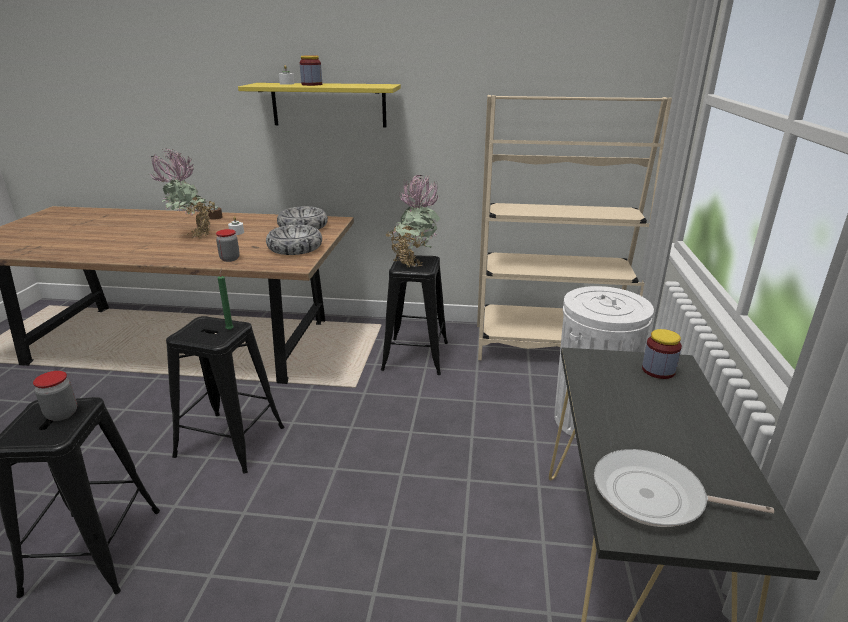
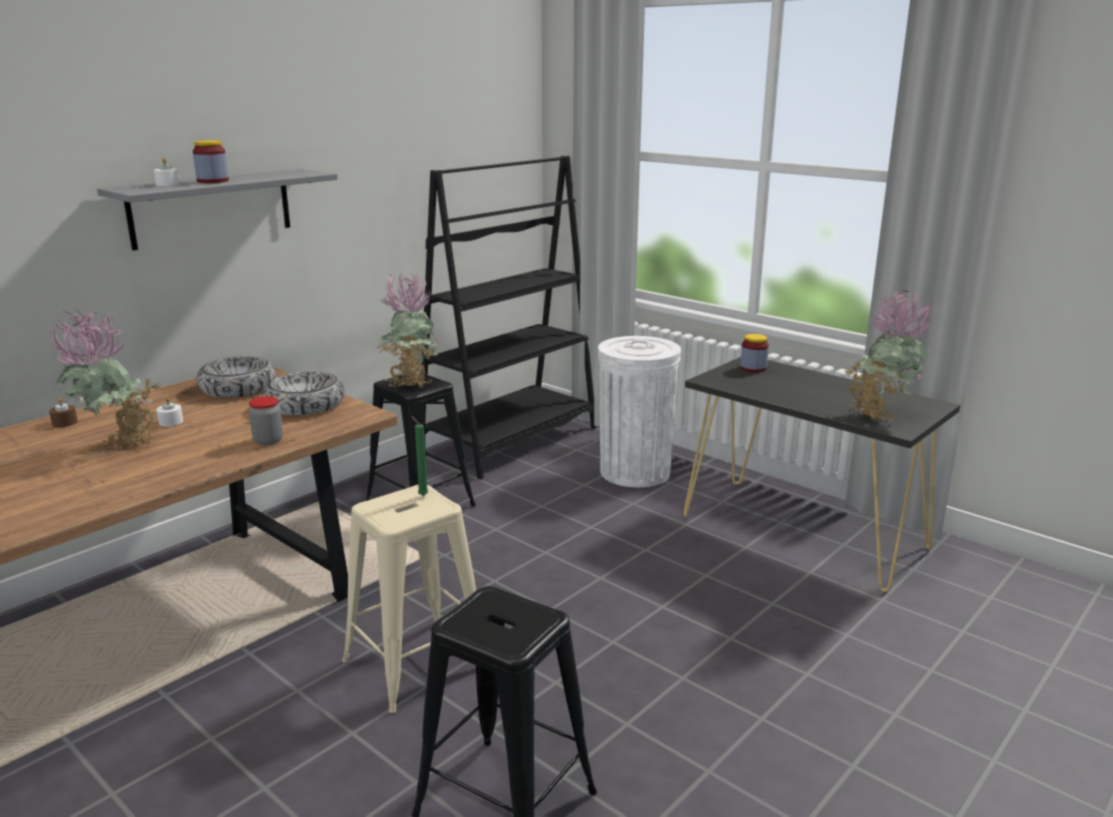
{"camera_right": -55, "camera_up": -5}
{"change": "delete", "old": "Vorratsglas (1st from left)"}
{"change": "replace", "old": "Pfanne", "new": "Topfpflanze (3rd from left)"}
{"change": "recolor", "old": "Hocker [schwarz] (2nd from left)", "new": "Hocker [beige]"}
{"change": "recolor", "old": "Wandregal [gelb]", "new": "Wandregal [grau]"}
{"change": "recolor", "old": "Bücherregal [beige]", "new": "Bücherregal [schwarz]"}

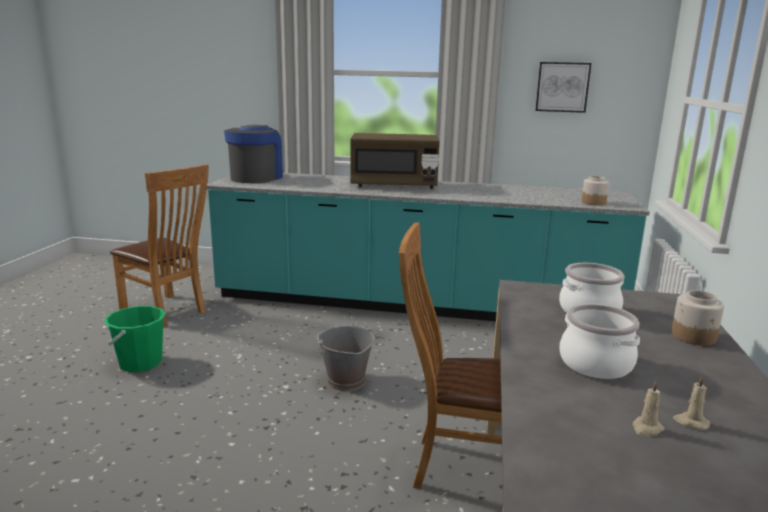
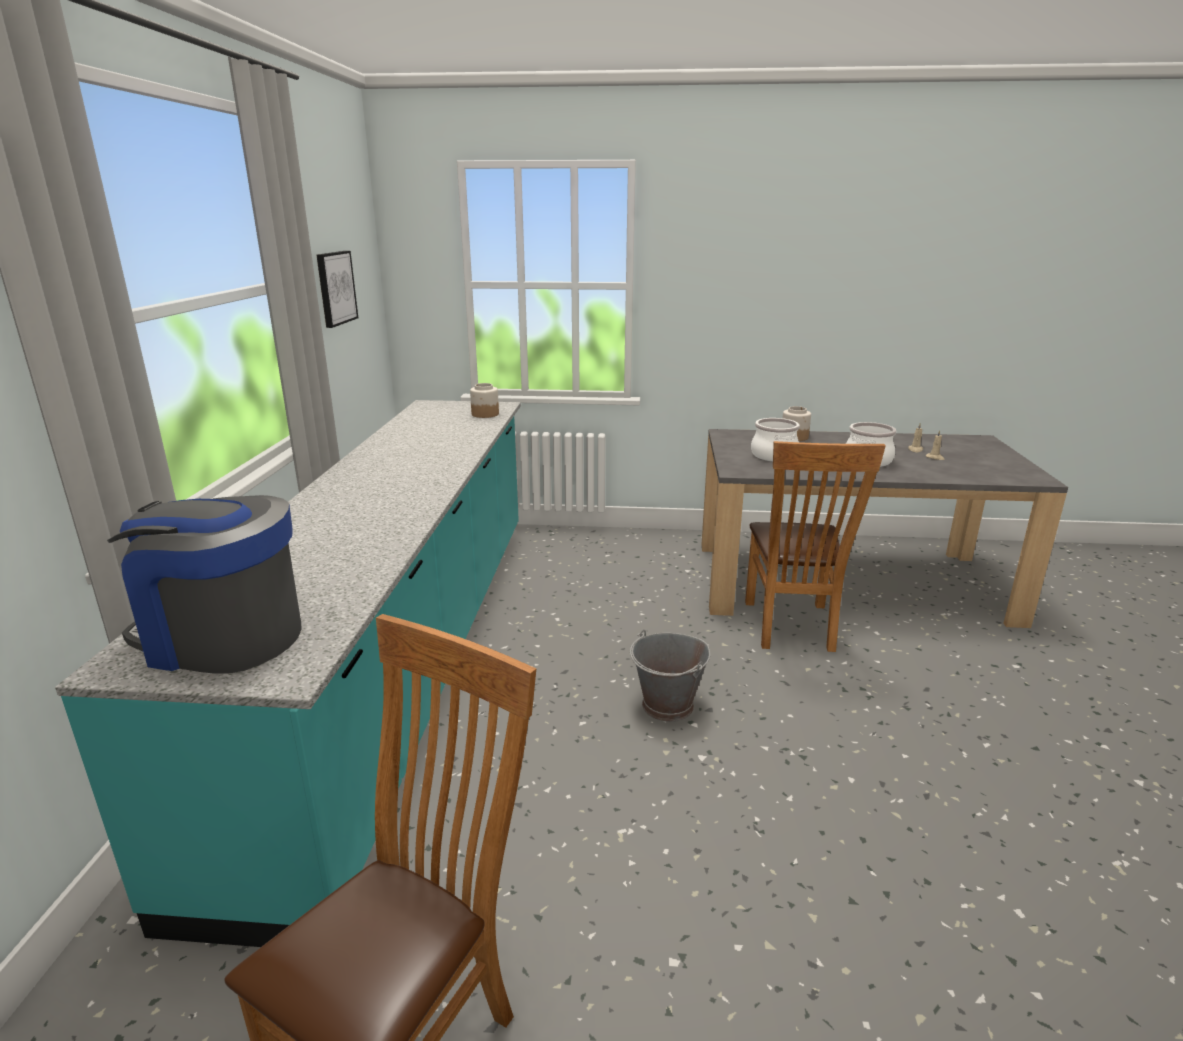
{"camera_right": -95, "camera_up": 5}
{"change": "delete", "old": "Eimer [grün]"}
{"change": "delete", "old": "Mikrowelle [braun]"}

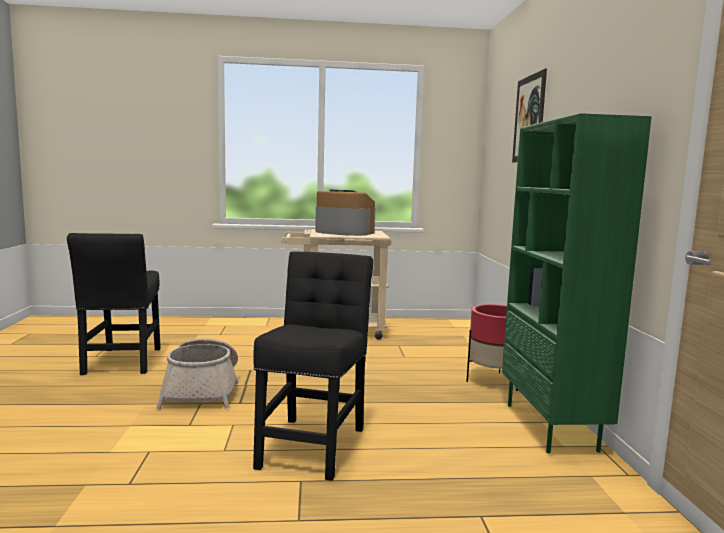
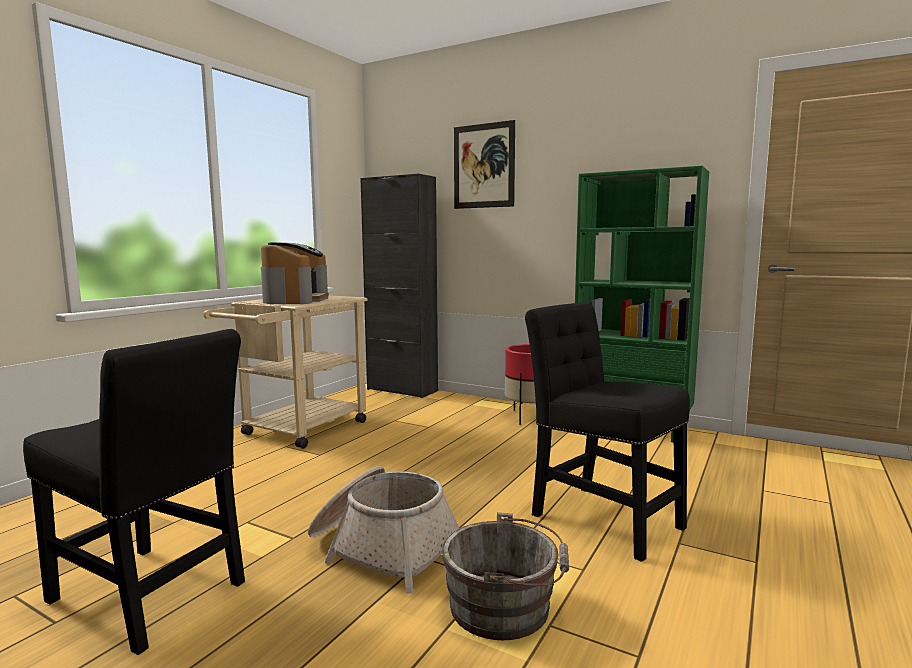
{"camera_right": -55, "camera_up": 0}
{"change": "insert", "new": "Schrank [schwarz]"}
{"change": "insert", "new": "Eimer [grau]"}
{"change": "rotate", "old": "Kaffeemaschine", "degrees": 120}

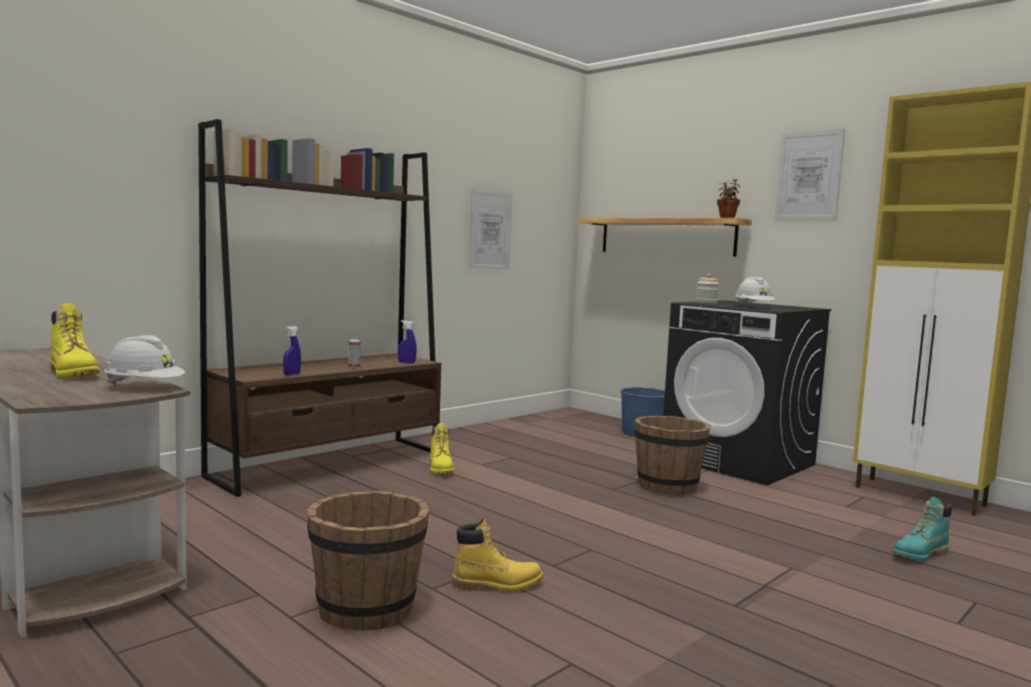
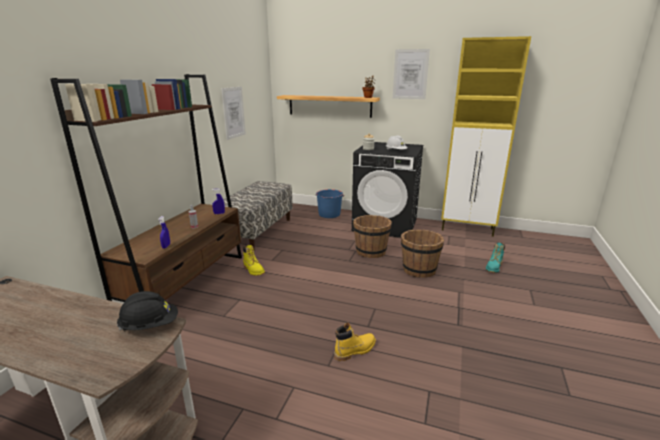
{"camera_right": -25, "camera_up": 15}
{"change": "delete", "old": "Stiefel [gelb] (1st from left)"}
{"change": "insert", "new": "Bank"}
{"change": "move", "old": "Eimer [braun] (1st from left in the first image)", "new": "Eimer [braun] (2nd from left)"}
{"change": "recolor", "old": "Schutzhelm [weiß] (1st from left)", "new": "Schutzhelm [schwarz]"}

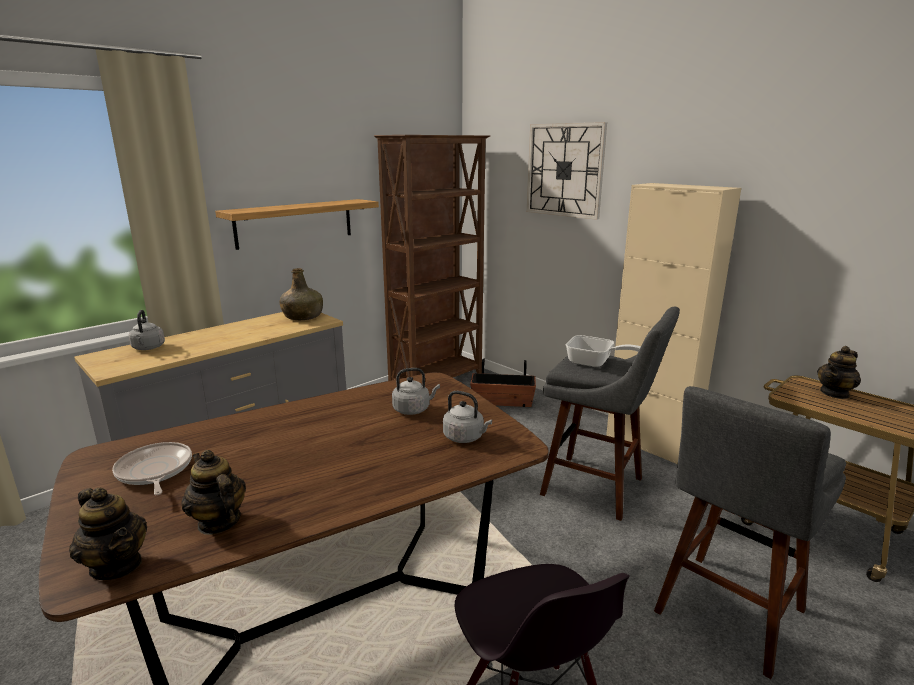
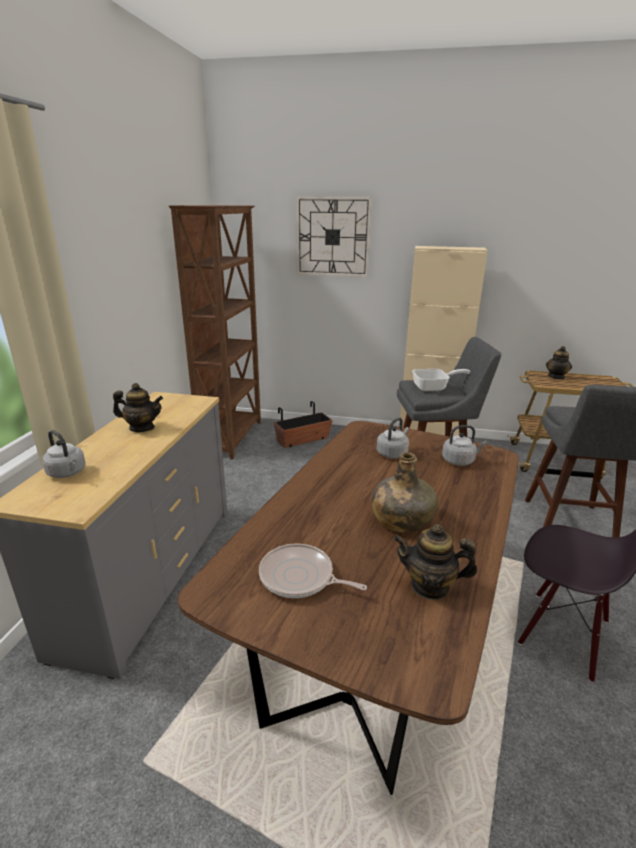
{"camera_right": -35, "camera_up": 5}
{"change": "delete", "old": "Wandregal"}
{"change": "move", "old": "Teekanne (1st from left)"}
{"change": "move", "old": "Flasche [grün]"}

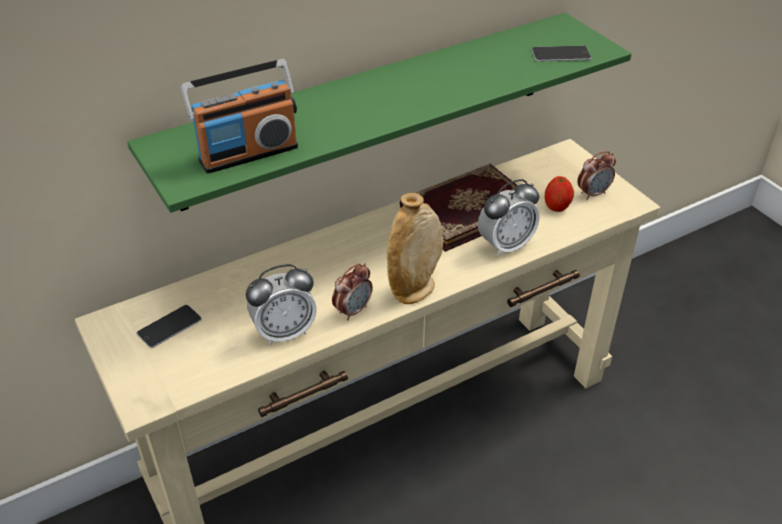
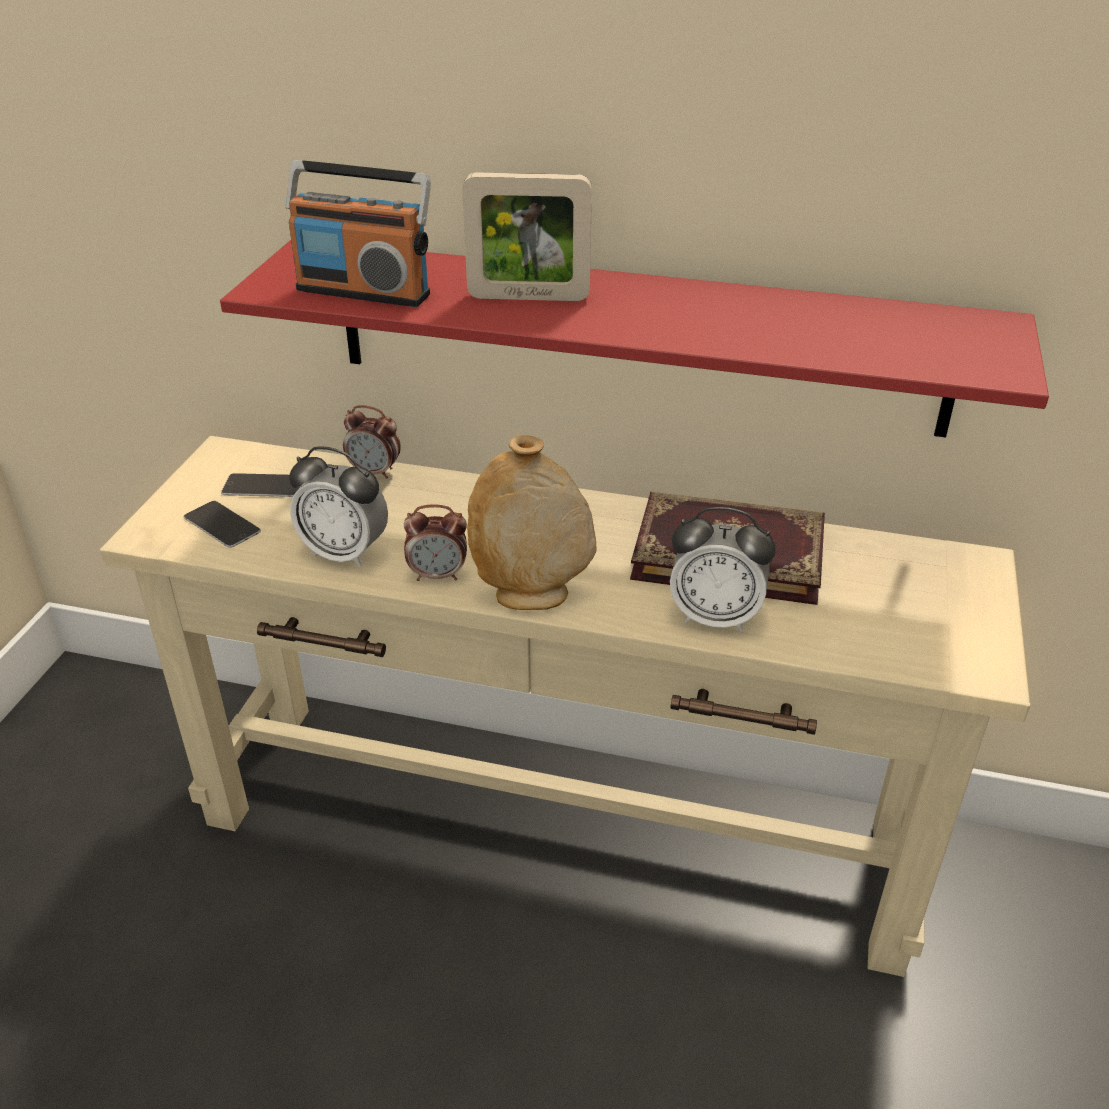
{"camera_right": 45, "camera_up": -5}
{"change": "delete", "old": "Apfel"}
{"change": "insert", "new": "Bilderrahmen"}
{"change": "move", "old": "Handy (2nd from left in the first image)", "new": "Handy (1st from left)"}
{"change": "move", "old": "Wecker (4th from left in the first image)", "new": "Wecker (2nd from left)"}
{"change": "recolor", "old": "Wandregal [grün]", "new": "Wandregal [rot]"}

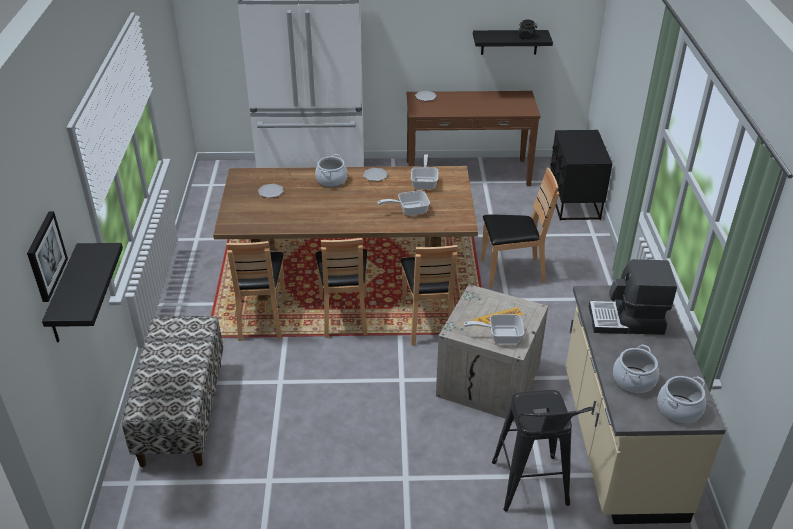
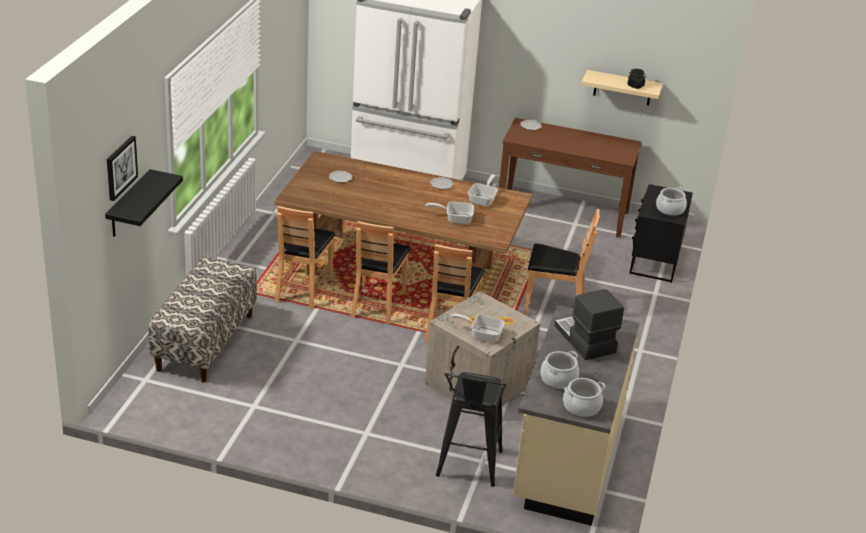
{"camera_right": 15, "camera_up": -5}
{"change": "move", "old": "Kochtopf (1st from left in the first image)", "new": "Kochtopf (3rd from left)"}
{"change": "recolor", "old": "Wandregal [schwarz] (2nd from left)", "new": "Wandregal [beige]"}
{"change": "rotate", "old": "Kaffeemaschine", "degrees": 45}

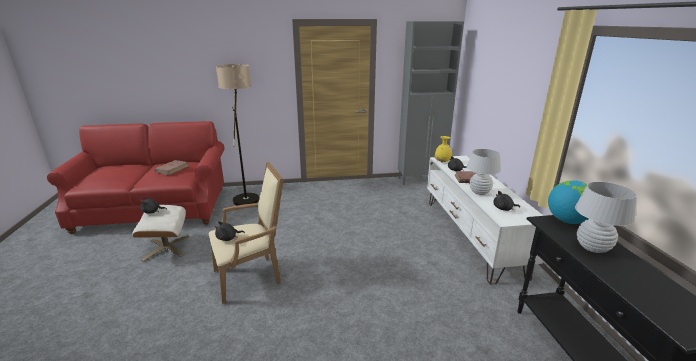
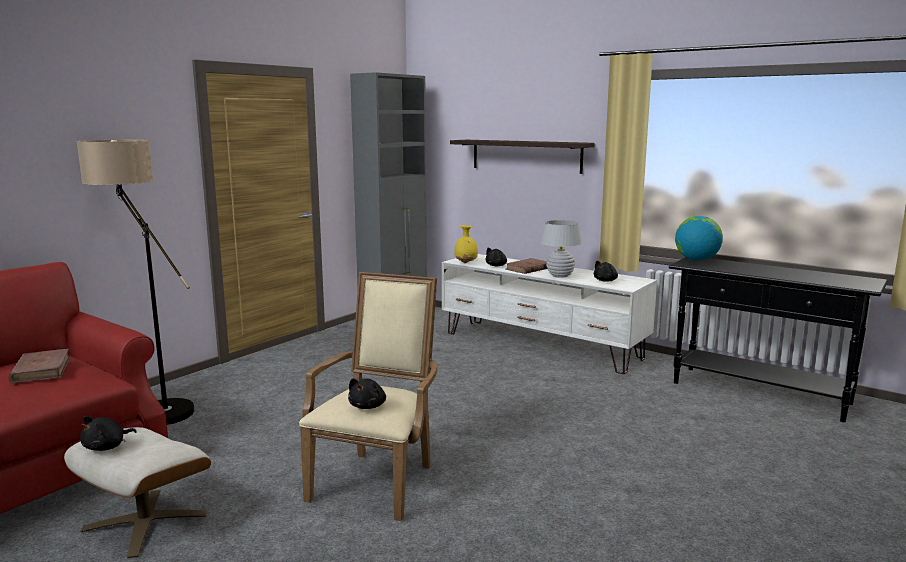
{"camera_right": -45, "camera_up": -10}
{"change": "delete", "old": "Tischlampe [weiß] (2nd from left)"}
{"change": "insert", "new": "Wandregal"}

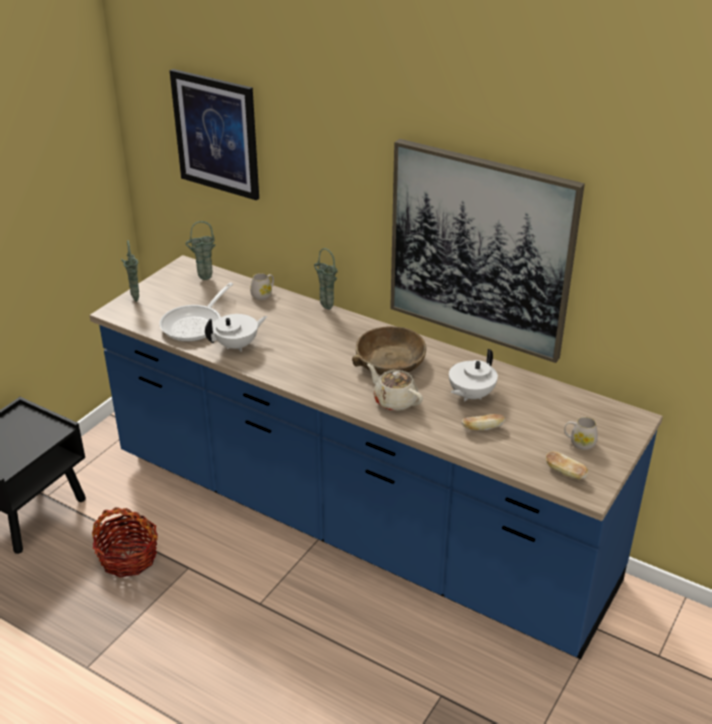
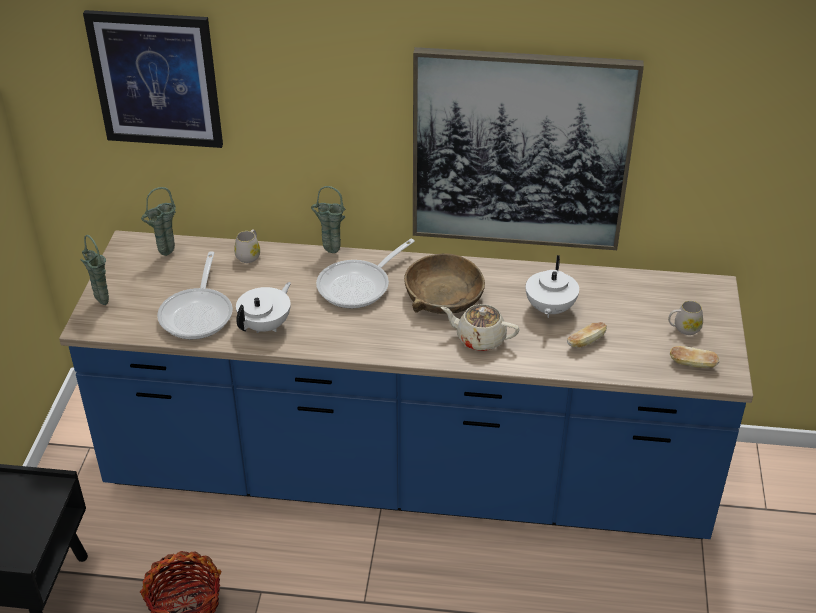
{"camera_right": -25, "camera_up": 5}
{"change": "insert", "new": "Pfanne (2nd from left)"}

